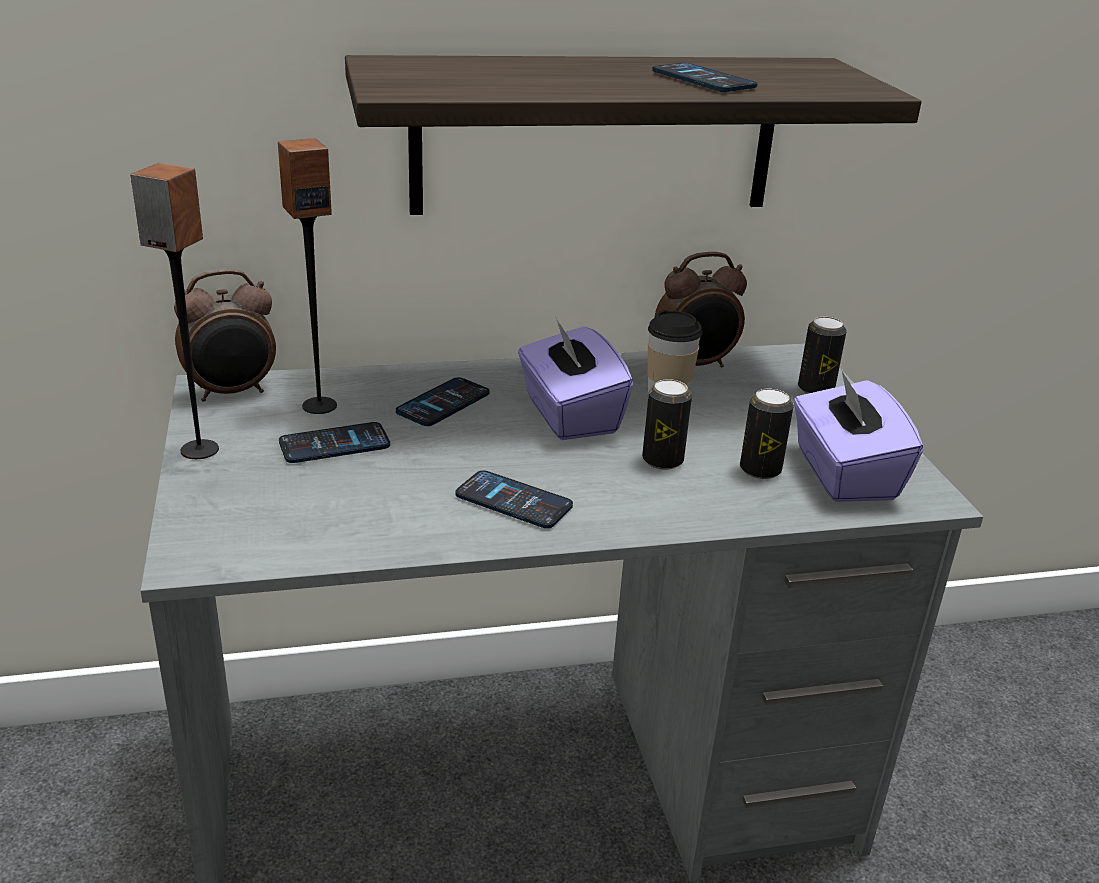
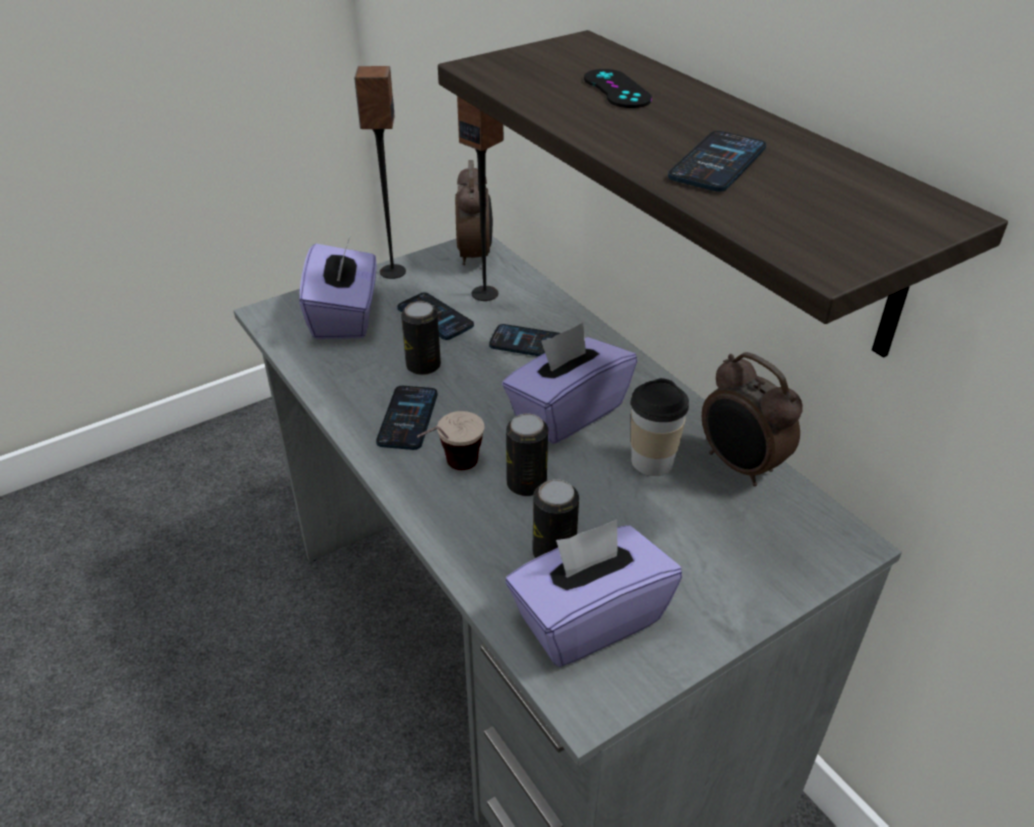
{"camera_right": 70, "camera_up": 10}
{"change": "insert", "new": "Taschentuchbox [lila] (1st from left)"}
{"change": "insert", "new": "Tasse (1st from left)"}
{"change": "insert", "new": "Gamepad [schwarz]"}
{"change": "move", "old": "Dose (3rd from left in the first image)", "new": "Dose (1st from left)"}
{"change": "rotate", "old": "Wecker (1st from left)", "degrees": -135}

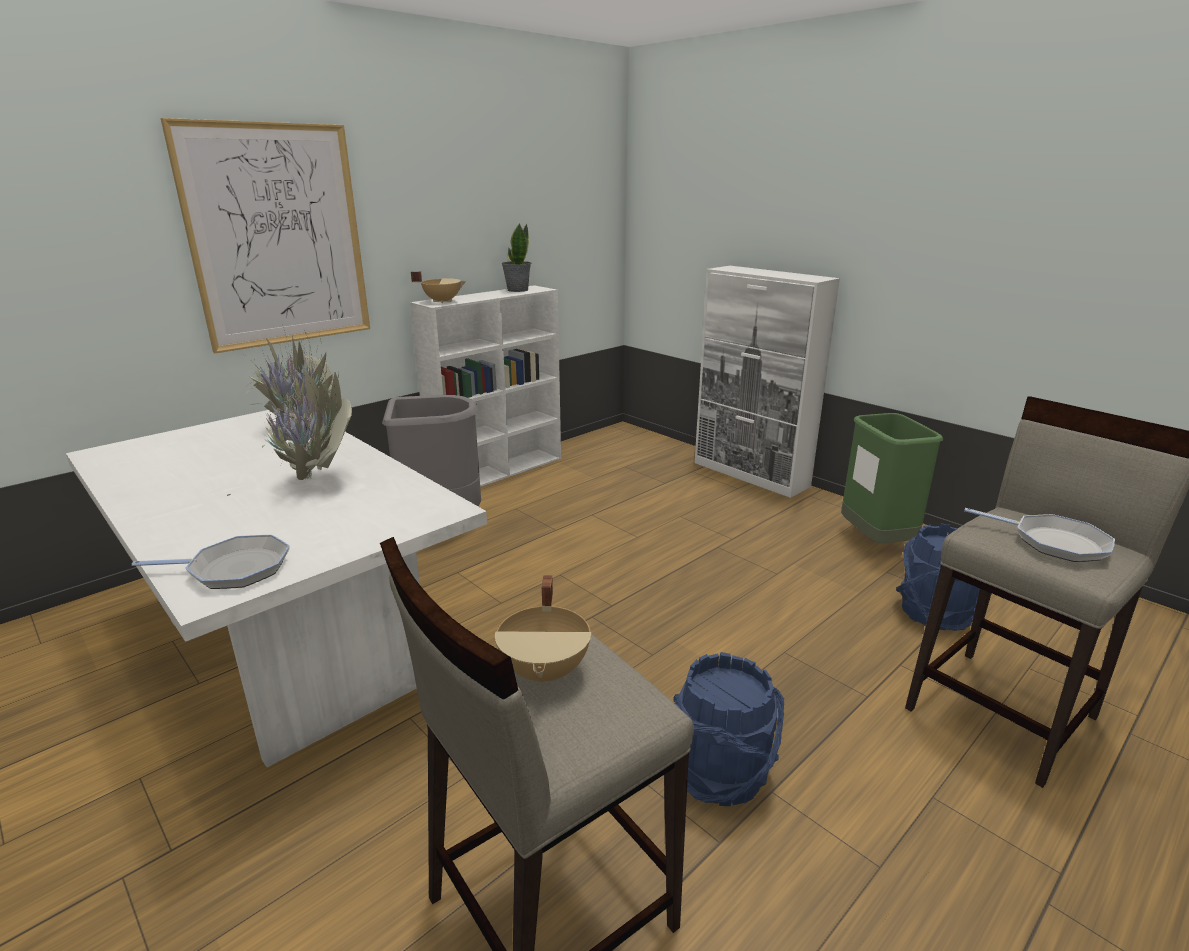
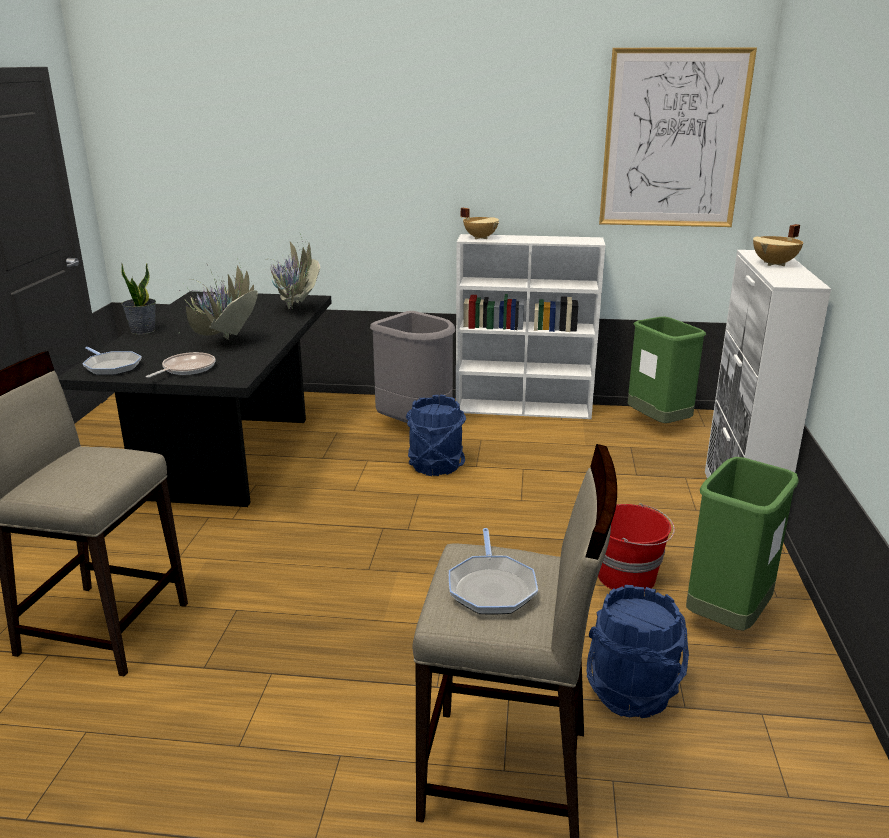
{"camera_right": 50, "camera_up": 0}
{"change": "insert", "new": "Pfanne (2nd from left)"}
{"change": "insert", "new": "Eimer [rot]"}
{"change": "insert", "new": "Mülleimer [grün] (1st from left)"}
{"change": "move", "old": "Bild"}
{"change": "move", "old": "Kochtopf [beige] (2nd from left)"}
{"change": "move", "old": "Topfpflanze (3rd from left in the first image)", "new": "Topfpflanze (1st from left)"}
{"change": "move", "old": "Eimer [blau] (1st from left)"}
{"change": "recolor", "old": "Esstisch [weiß]", "new": "Esstisch [schwarz]"}

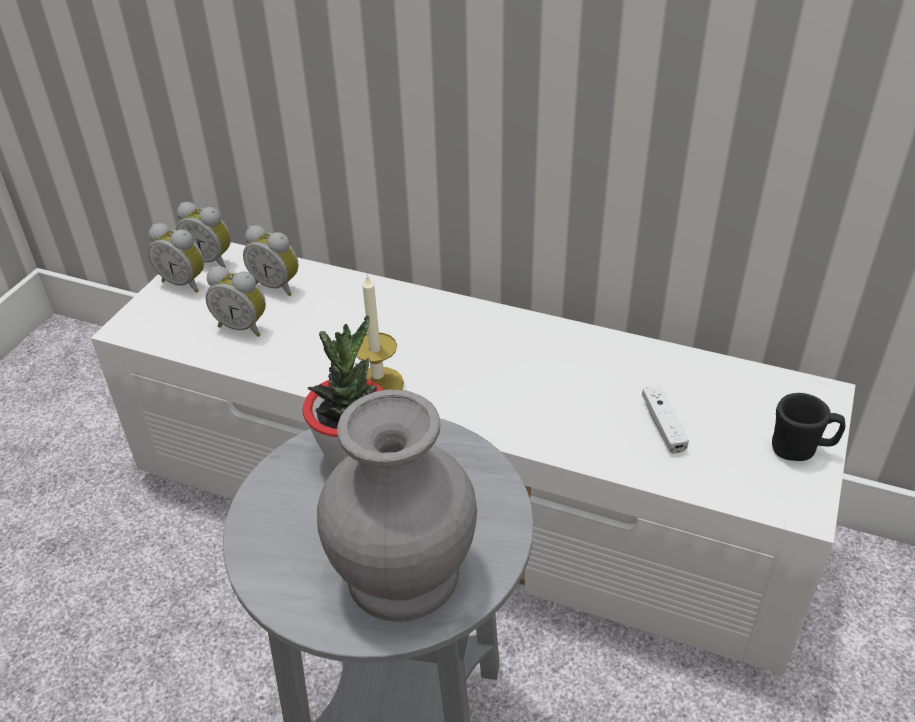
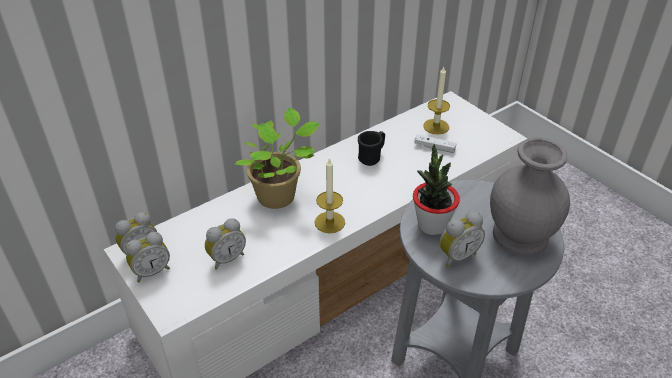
{"camera_right": -60, "camera_up": 0}
{"change": "insert", "new": "Topfpflanze (1st from left)"}
{"change": "insert", "new": "Kerze (2nd from left)"}
{"change": "move", "old": "Wecker (4th from left)"}
{"change": "move", "old": "Henkelbecher [schwarz]"}

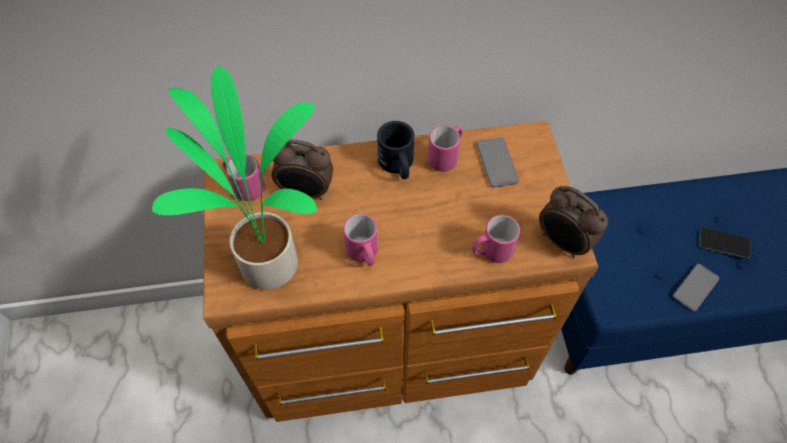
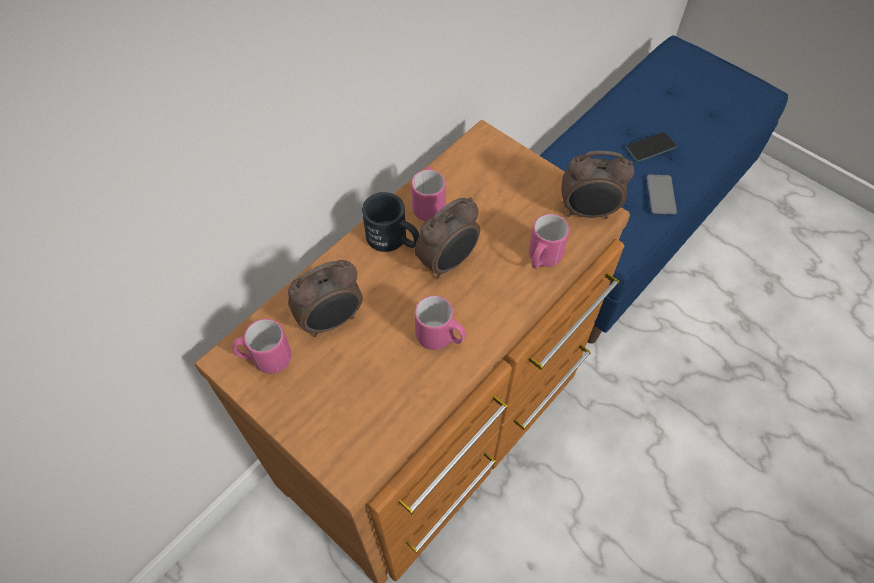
{"camera_right": -40, "camera_up": 0}
{"change": "delete", "old": "Topfpflanze"}
{"change": "delete", "old": "Handy (1st from left)"}
{"change": "insert", "new": "Wecker (2nd from left)"}

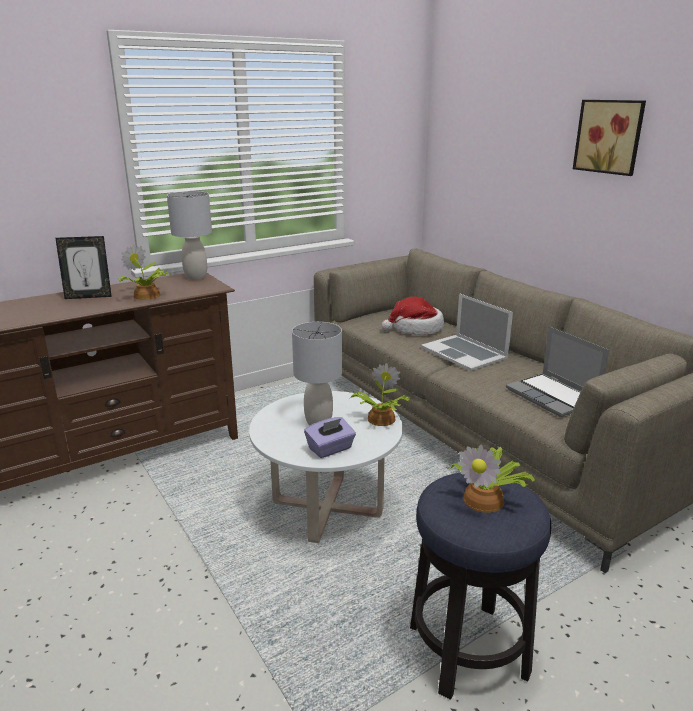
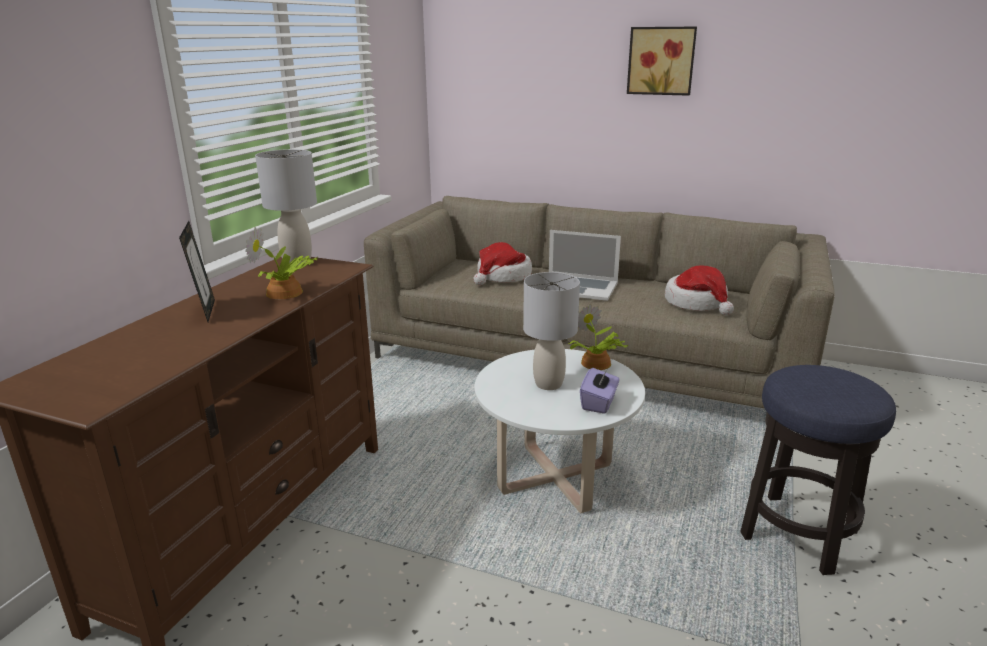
{"camera_right": -35, "camera_up": 0}
{"change": "delete", "old": "Topfpflanze (3rd from left)"}
{"change": "replace", "old": "Laptop (2nd from left)", "new": "Hut (2nd from left)"}
{"change": "rotate", "old": "Bilderrahmen", "degrees": -60}

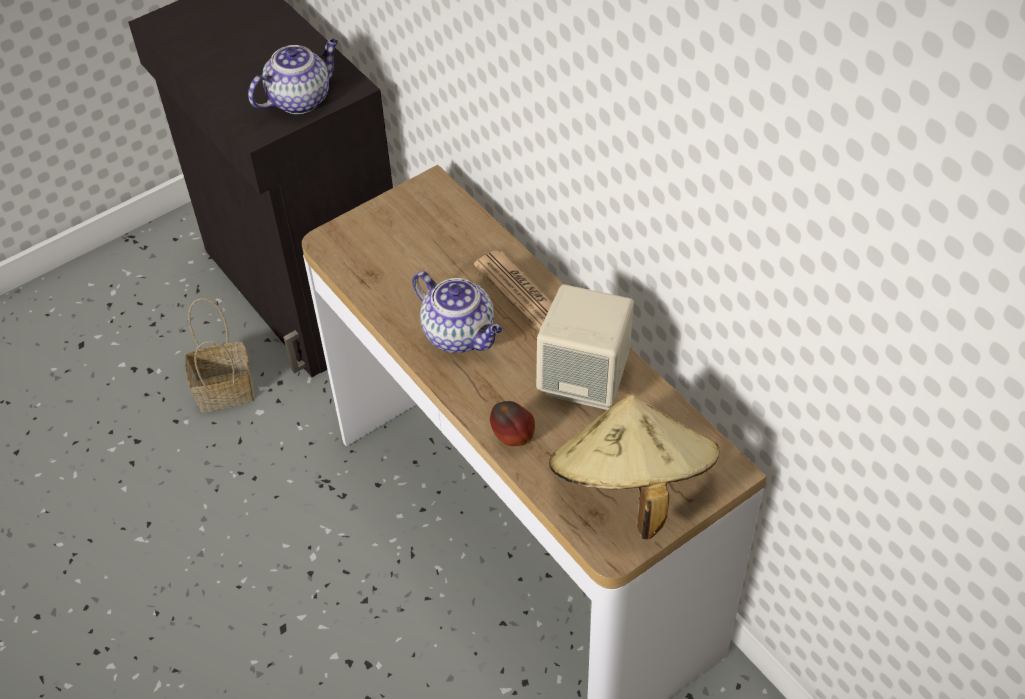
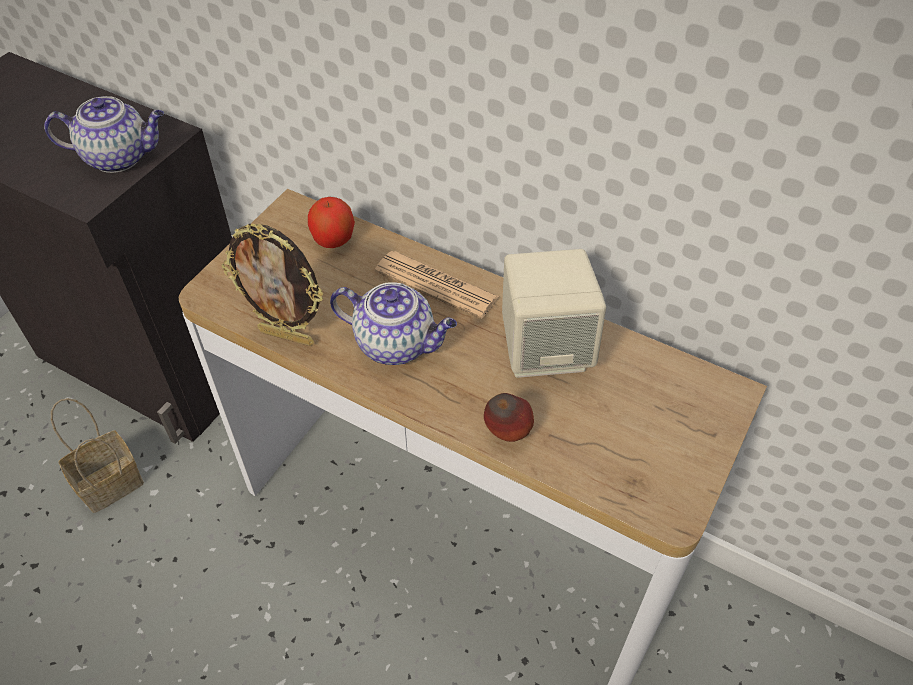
{"camera_right": -25, "camera_up": 0}
{"change": "delete", "old": "Hut [beige]"}
{"change": "insert", "new": "Bilderrahmen"}
{"change": "insert", "new": "Apfel (1st from left)"}
{"change": "rotate", "old": "Teekanne (1st from left)", "degrees": 60}

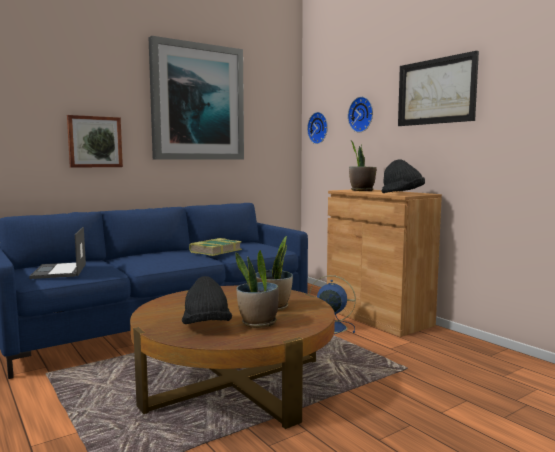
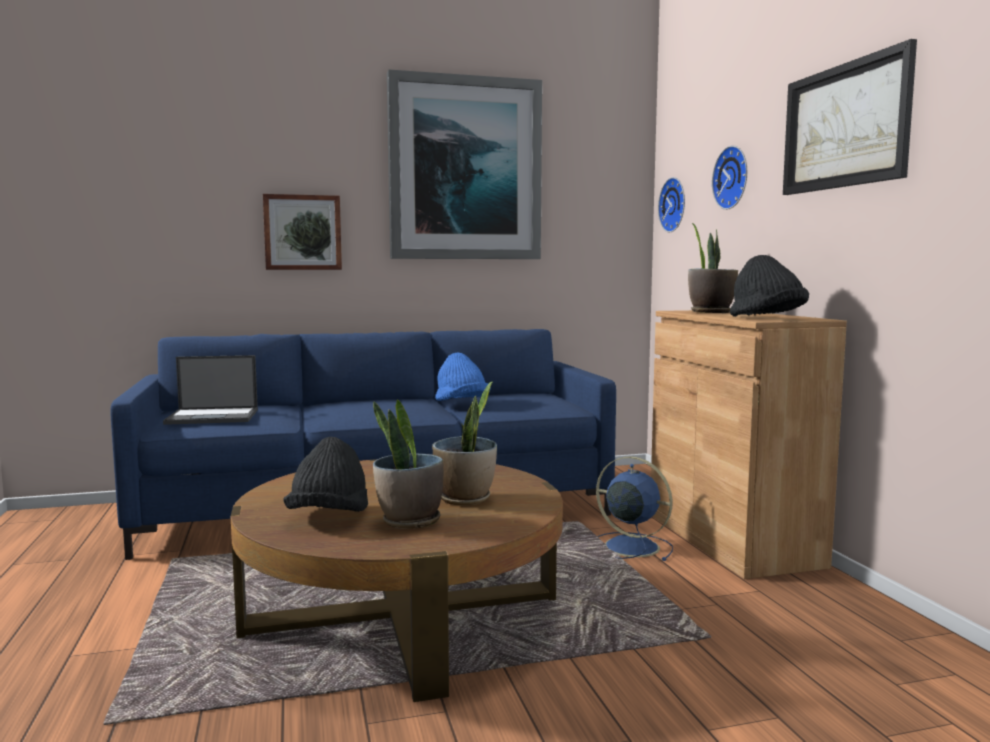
{"camera_right": 20, "camera_up": 0}
{"change": "replace", "old": "Buch", "new": "Hut [blau]"}
{"change": "rotate", "old": "Laptop", "degrees": -105}

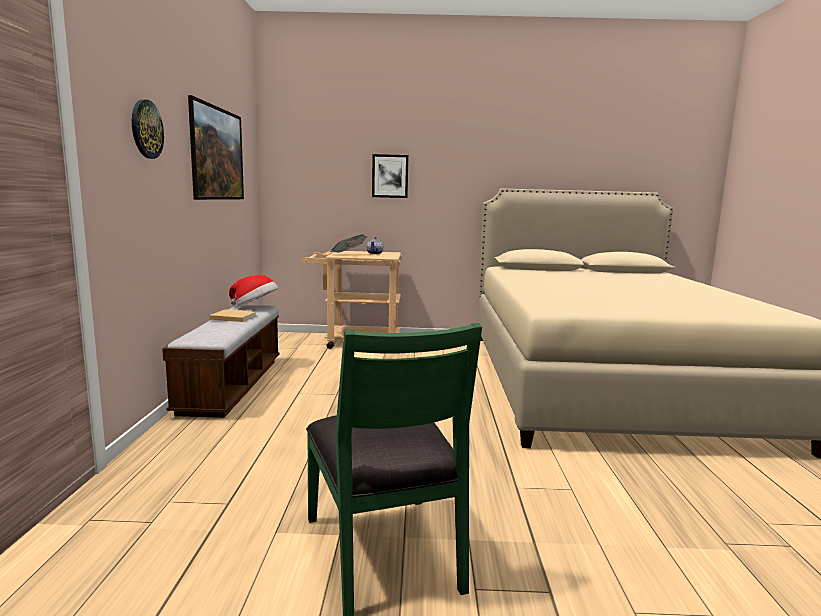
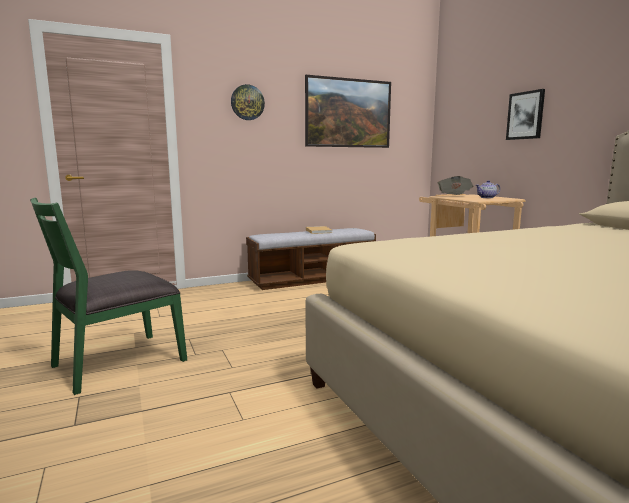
{"camera_right": 65, "camera_up": 0}
{"change": "delete", "old": "Hut"}

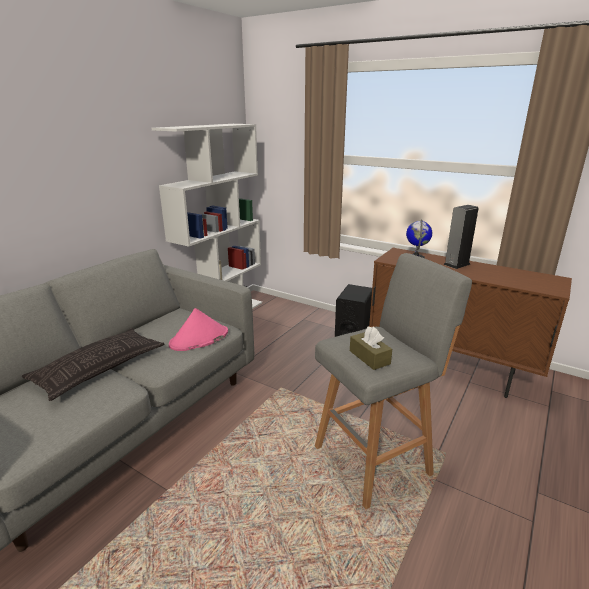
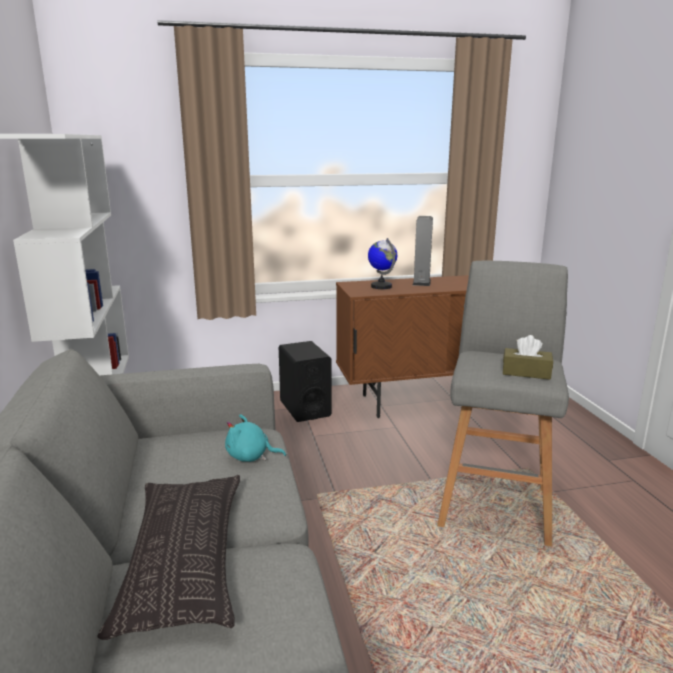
{"camera_right": -45, "camera_up": -5}
{"change": "replace", "old": "Hut [rosa]", "new": "Plüschtier [türkis]"}

